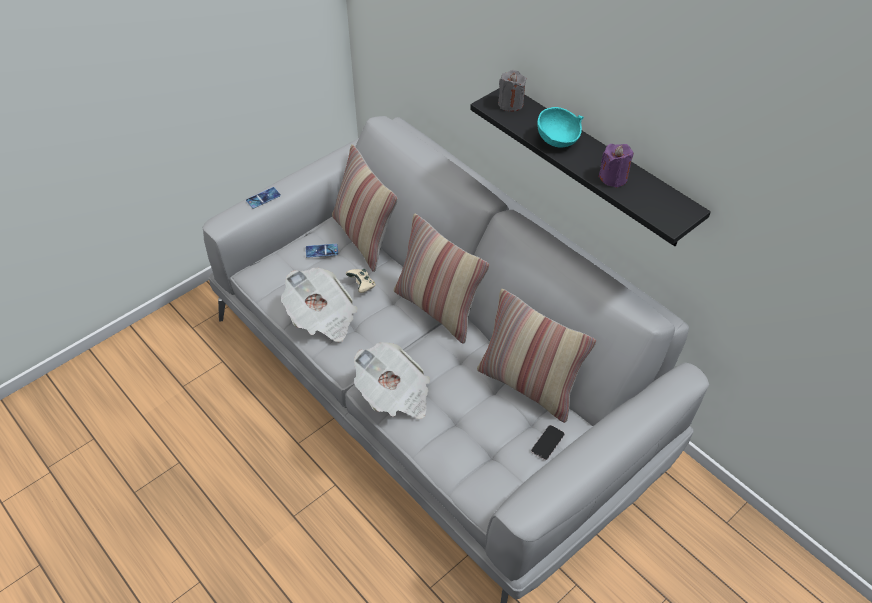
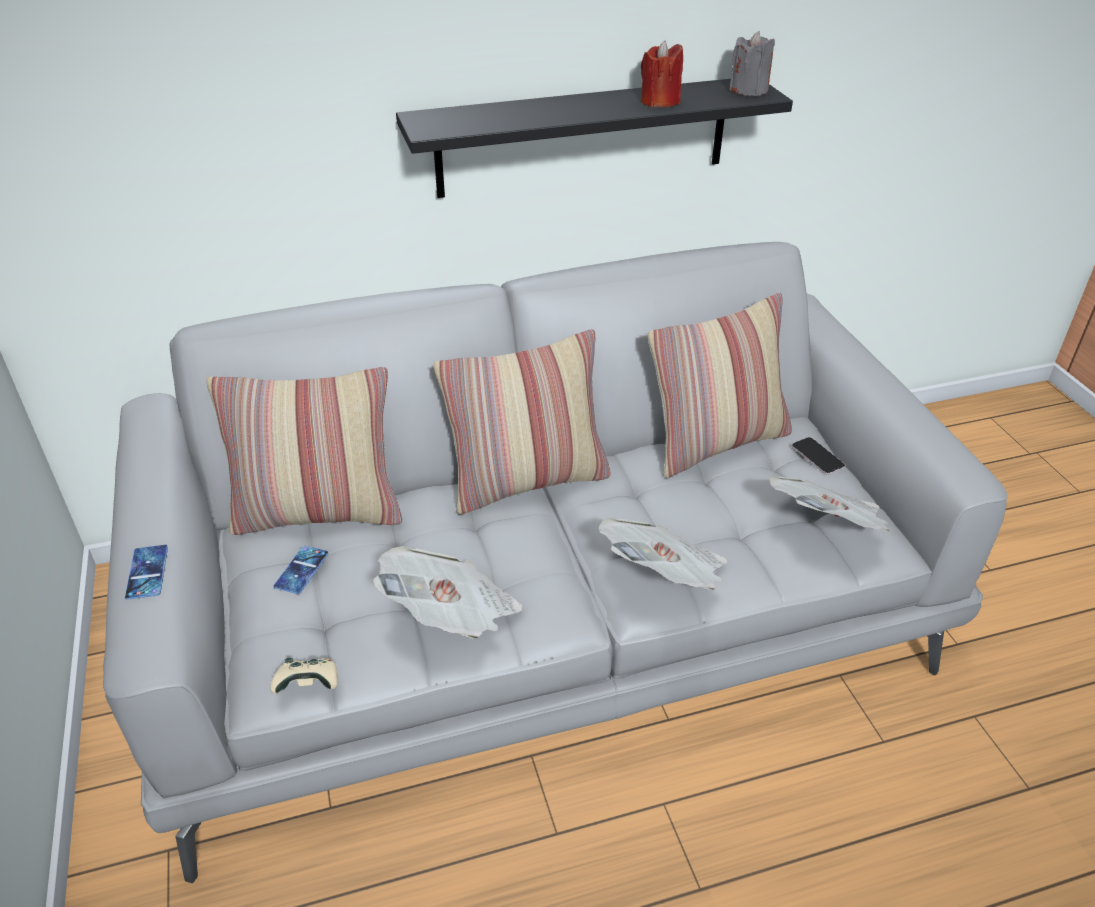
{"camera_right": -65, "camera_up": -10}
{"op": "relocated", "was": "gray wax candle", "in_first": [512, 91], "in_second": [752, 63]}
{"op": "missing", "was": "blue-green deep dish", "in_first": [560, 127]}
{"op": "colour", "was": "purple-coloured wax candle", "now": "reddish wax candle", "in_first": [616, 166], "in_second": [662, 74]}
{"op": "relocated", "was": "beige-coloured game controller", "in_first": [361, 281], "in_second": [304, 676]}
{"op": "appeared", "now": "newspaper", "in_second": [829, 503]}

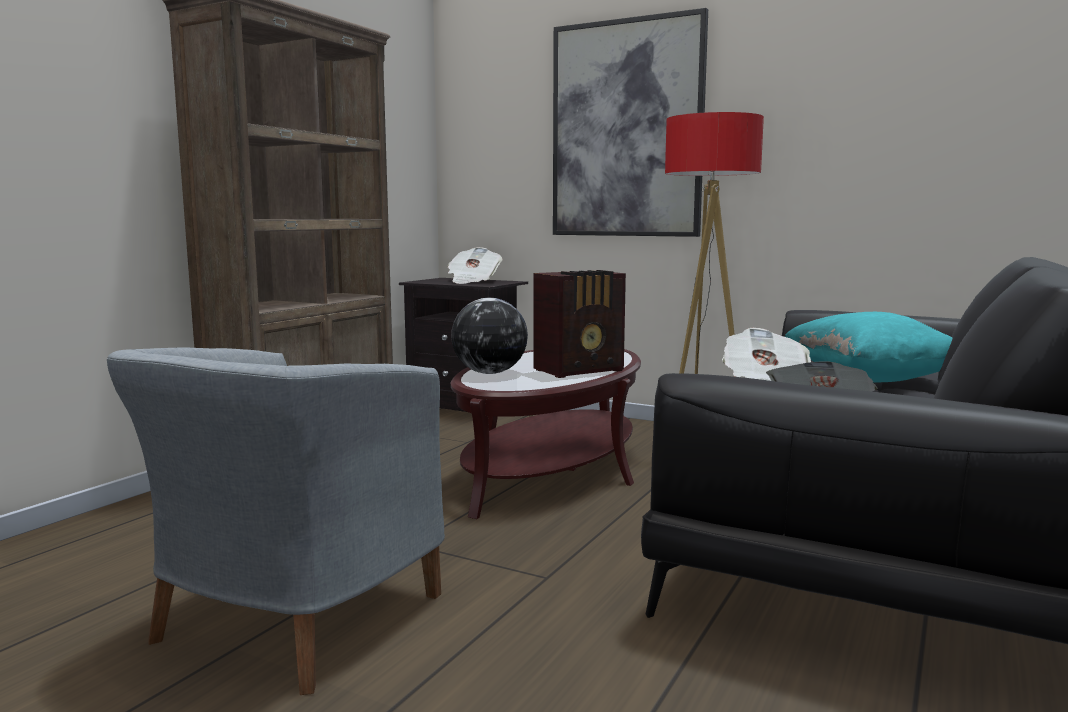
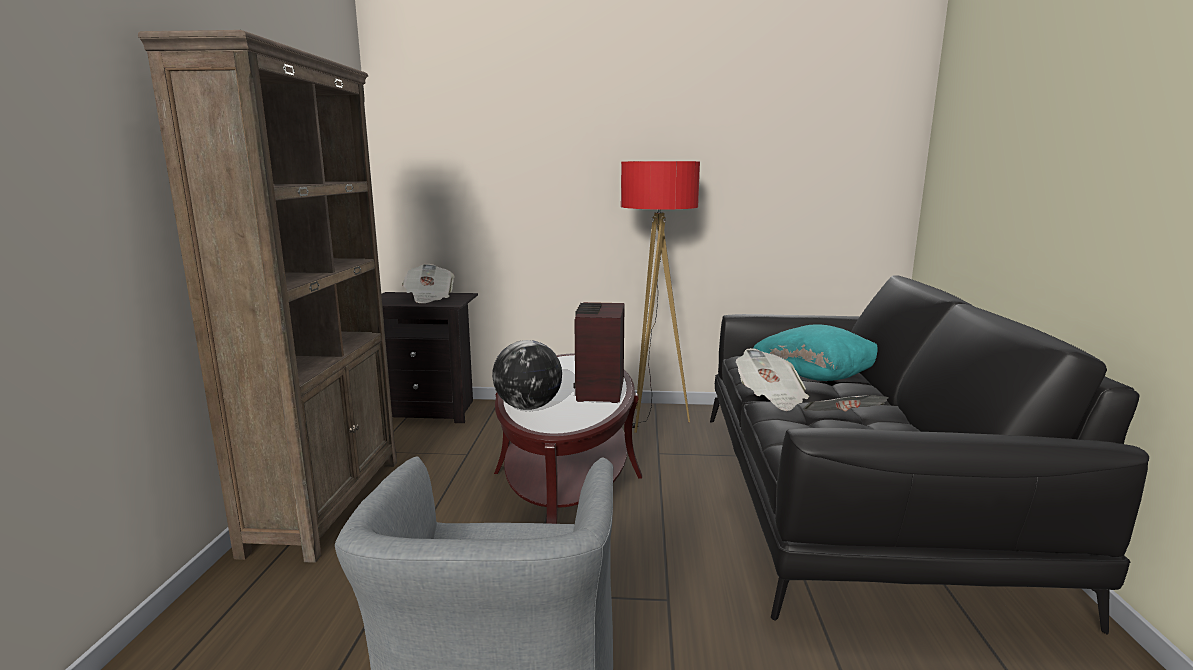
{"camera_right": -25, "camera_up": 5}
{"op": "missing", "was": "wall picture", "in_first": [630, 122]}
{"op": "spun", "was": "radio set", "in_first": [580, 324], "in_second": [599, 352], "clockwise": 150}

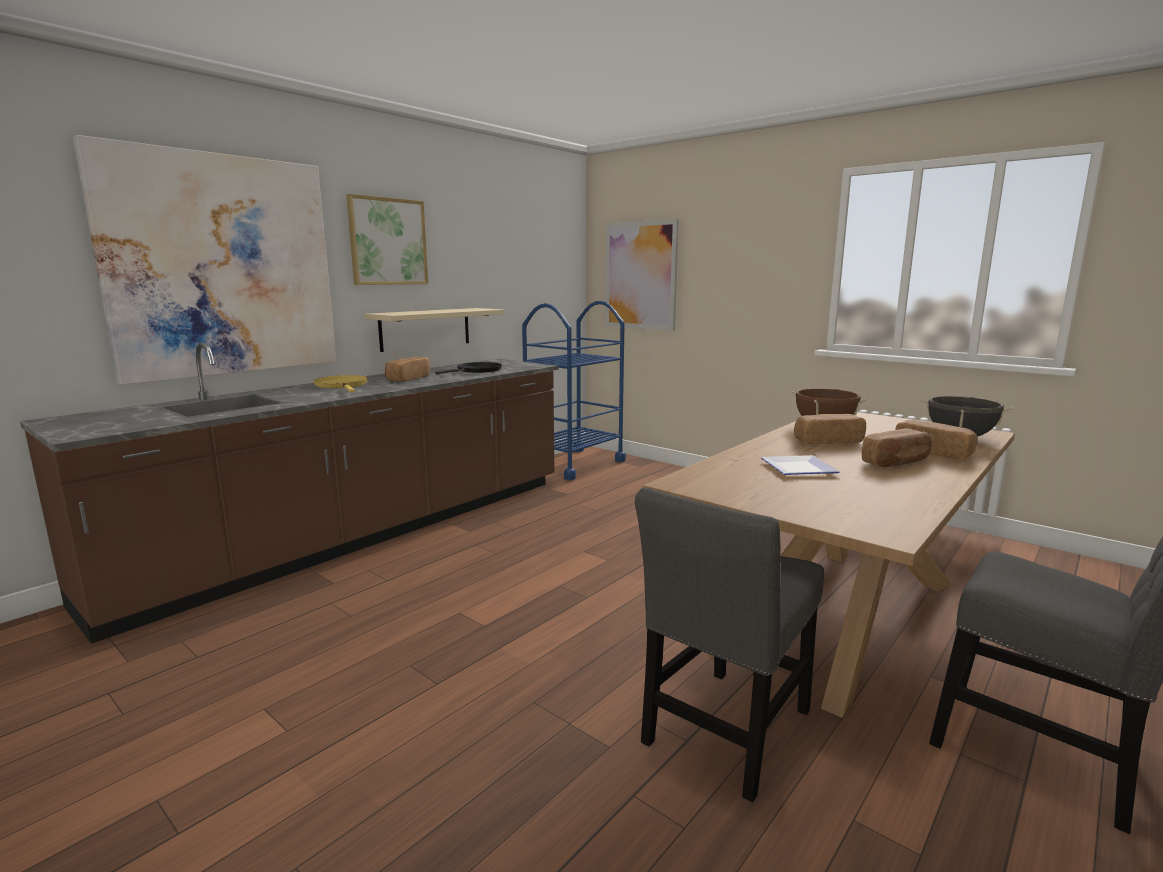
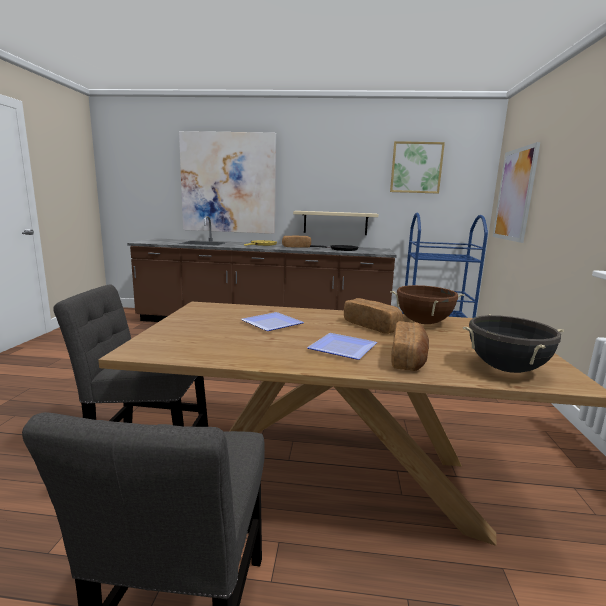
{"camera_right": 55, "camera_up": 0}
{"op": "relocated", "was": "wall picture", "in_first": [387, 239], "in_second": [417, 167]}
{"op": "exchanged", "was": "bread", "now": "dinner plate", "in_first": [897, 447], "in_second": [342, 346]}

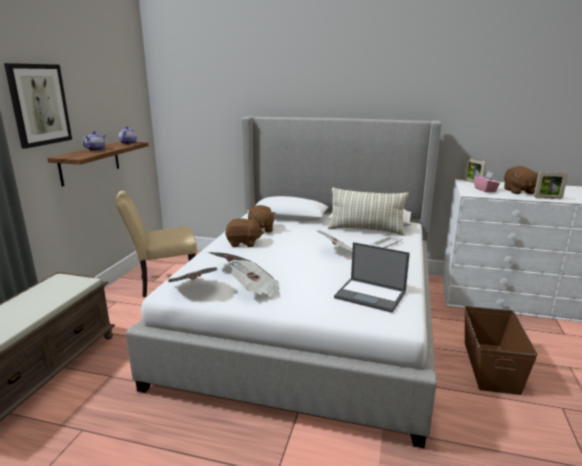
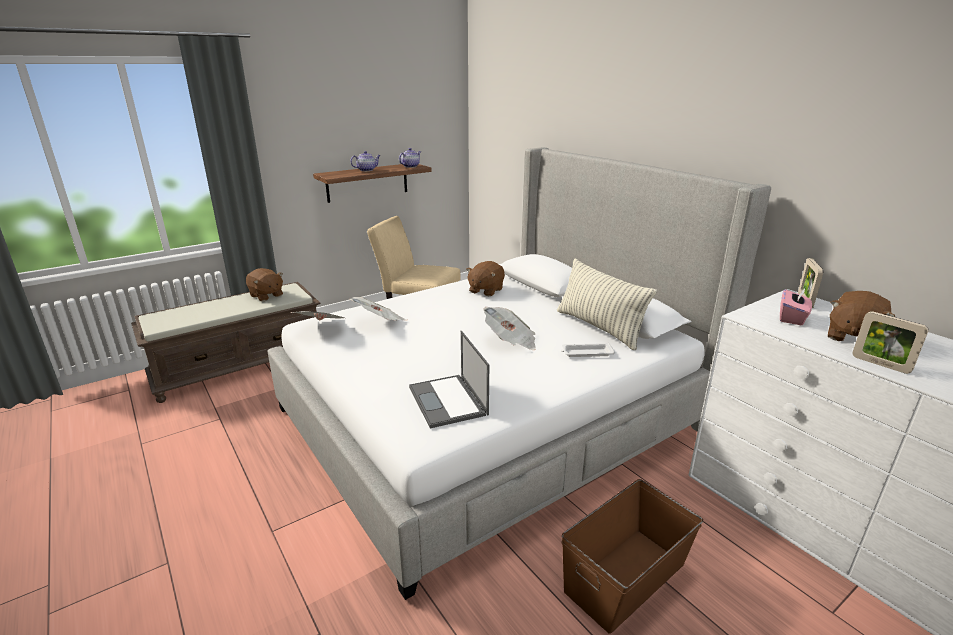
{"camera_right": 40, "camera_up": 5}
{"op": "missing", "was": "wall picture", "in_first": [38, 106]}
{"op": "relocated", "was": "brown-coloured soft toy", "in_first": [244, 232], "in_second": [264, 284]}
{"op": "missing", "was": "newspaper", "in_first": [255, 279]}

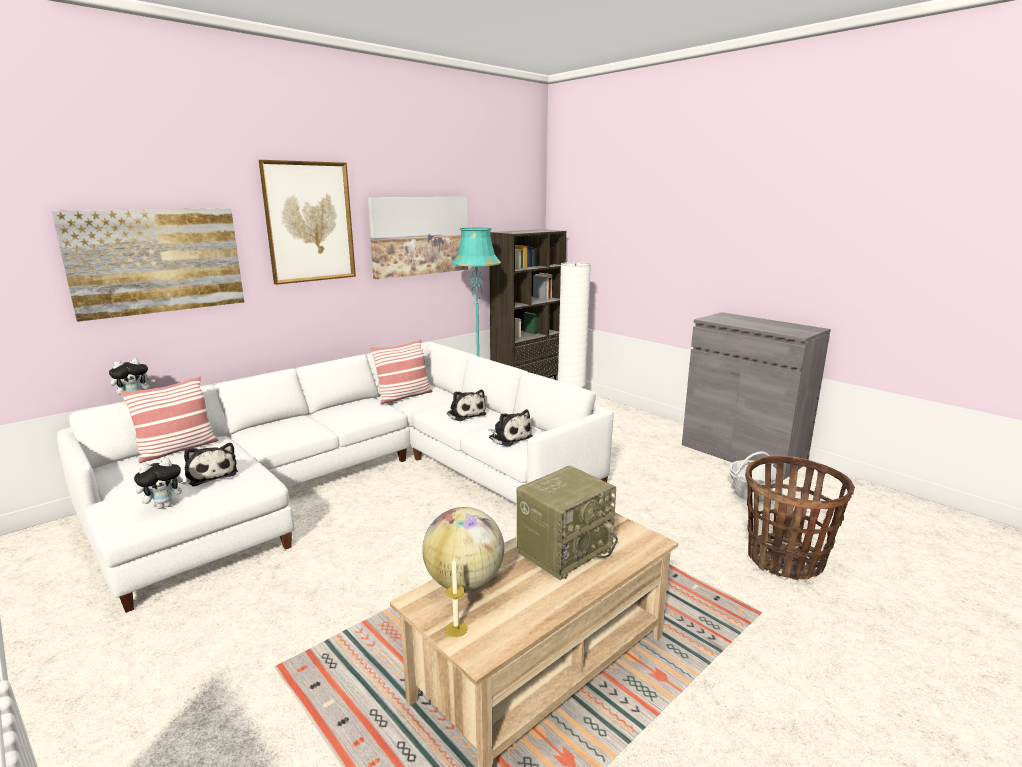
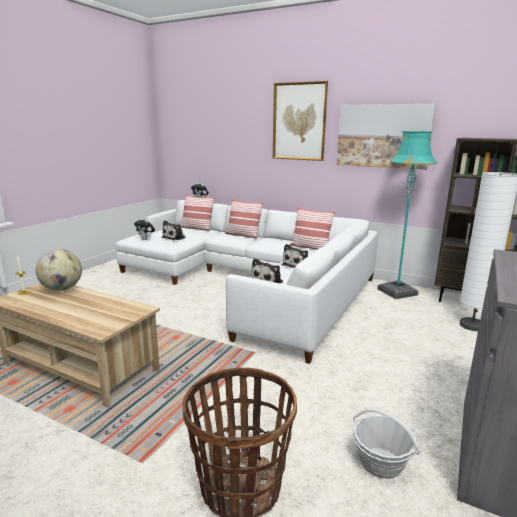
{"camera_right": 70, "camera_up": 0}
{"op": "missing", "was": "wall picture", "in_first": [147, 265]}
{"op": "missing", "was": "radio set", "in_first": [567, 522]}
{"op": "appeared", "now": "cushion", "in_second": [244, 219]}

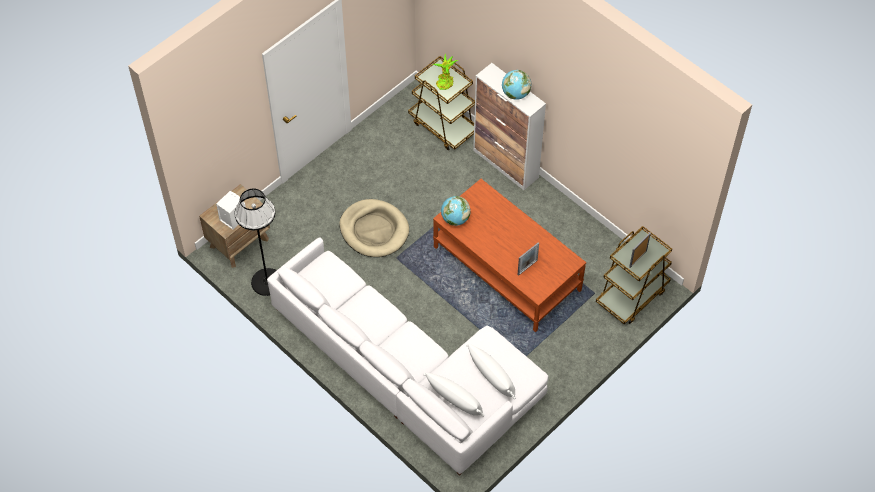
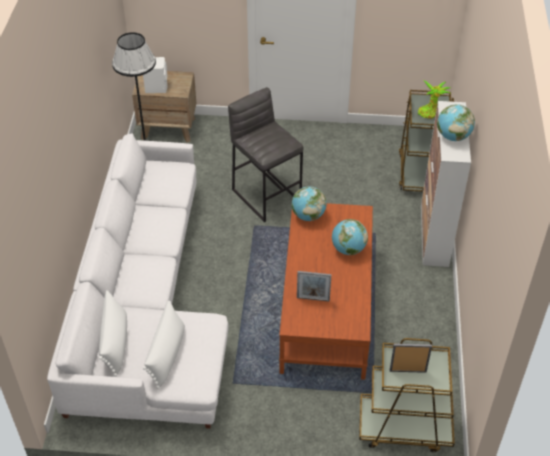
{"camera_right": 50, "camera_up": -10}
{"op": "exchanged", "was": "beige-coloured dog cushion", "now": "gray stool", "in_first": [374, 228], "in_second": [266, 154]}
{"op": "appeared", "now": "world globe", "in_second": [350, 237]}

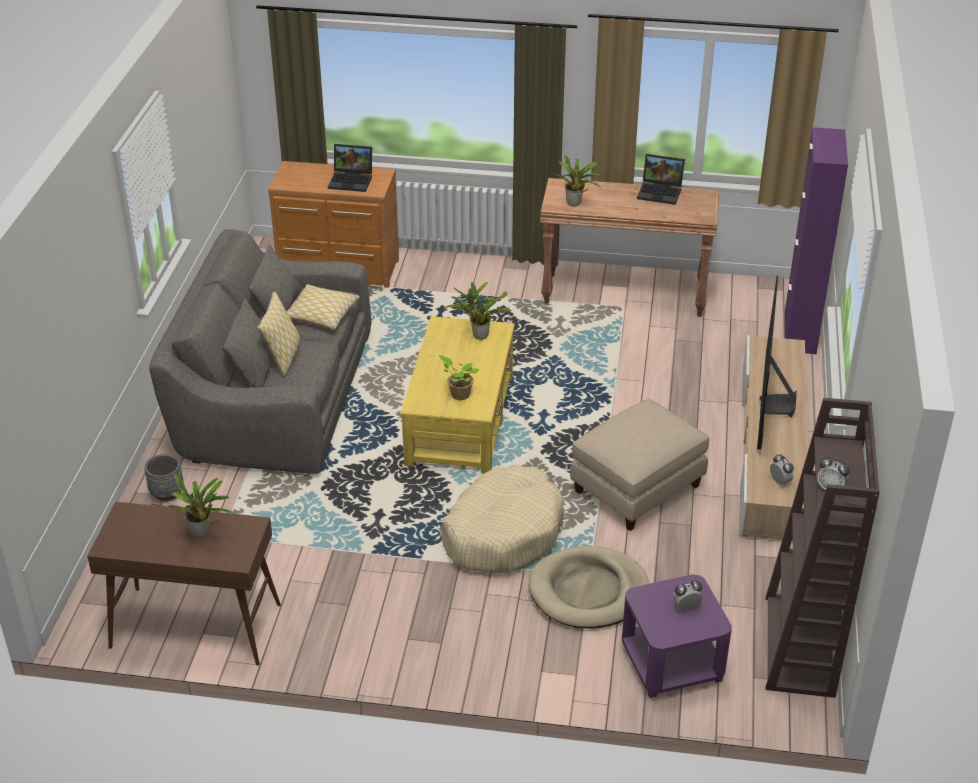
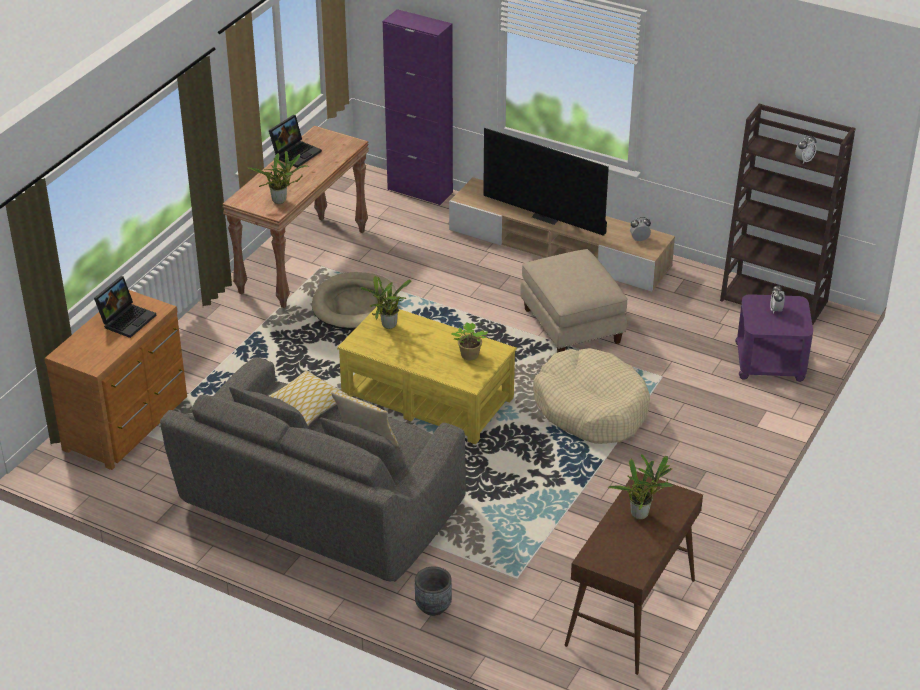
{"camera_right": -70, "camera_up": 0}
{"op": "relocated", "was": "beige-coloured dog cushion", "in_first": [588, 587], "in_second": [355, 301]}

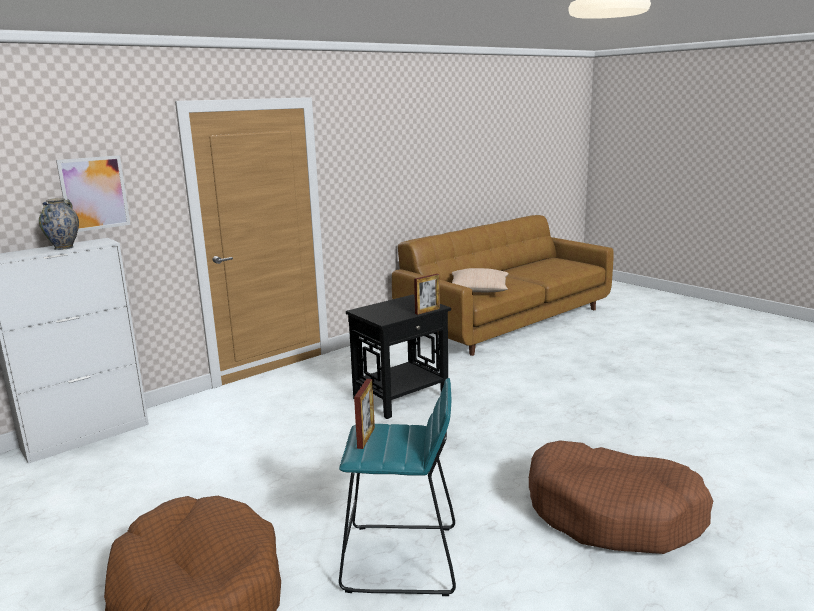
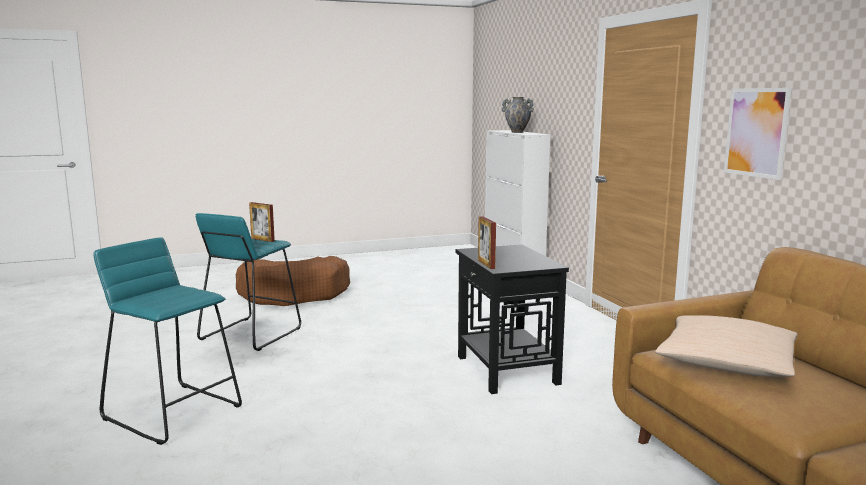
{"camera_right": 110, "camera_up": -5}
{"op": "relocated", "was": "wall picture", "in_first": [93, 193], "in_second": [758, 134]}
{"op": "exchanged", "was": "brown-coloured dog cushion", "now": "blue-green stool", "in_first": [621, 497], "in_second": [168, 341]}

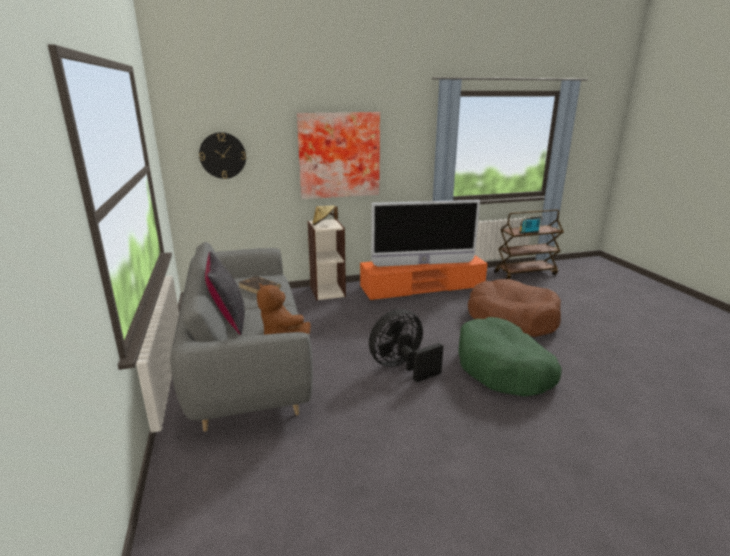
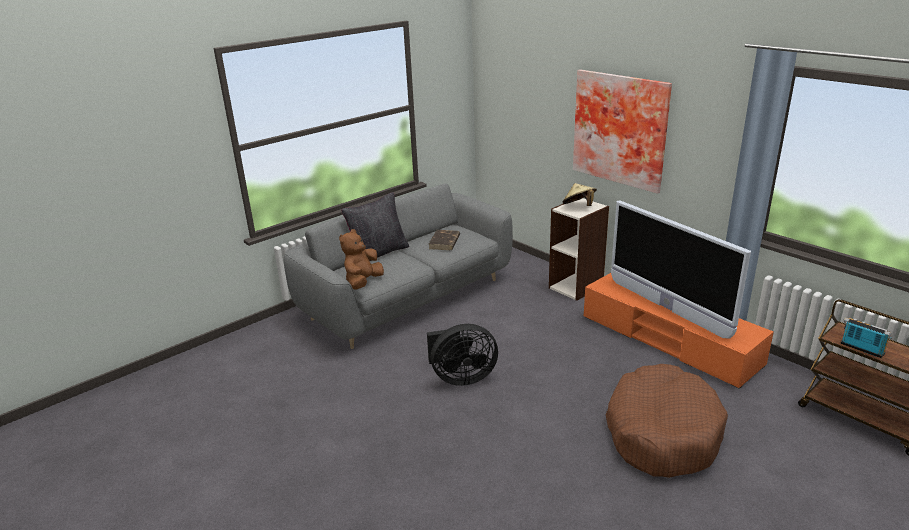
{"camera_right": 65, "camera_up": 5}
{"op": "missing", "was": "hanging clock", "in_first": [222, 155]}
{"op": "spun", "was": "blackish cooling fan", "in_first": [406, 345], "in_second": [462, 355], "clockwise": 135}
{"op": "missing", "was": "green-coloured dog cushion", "in_first": [510, 357]}

